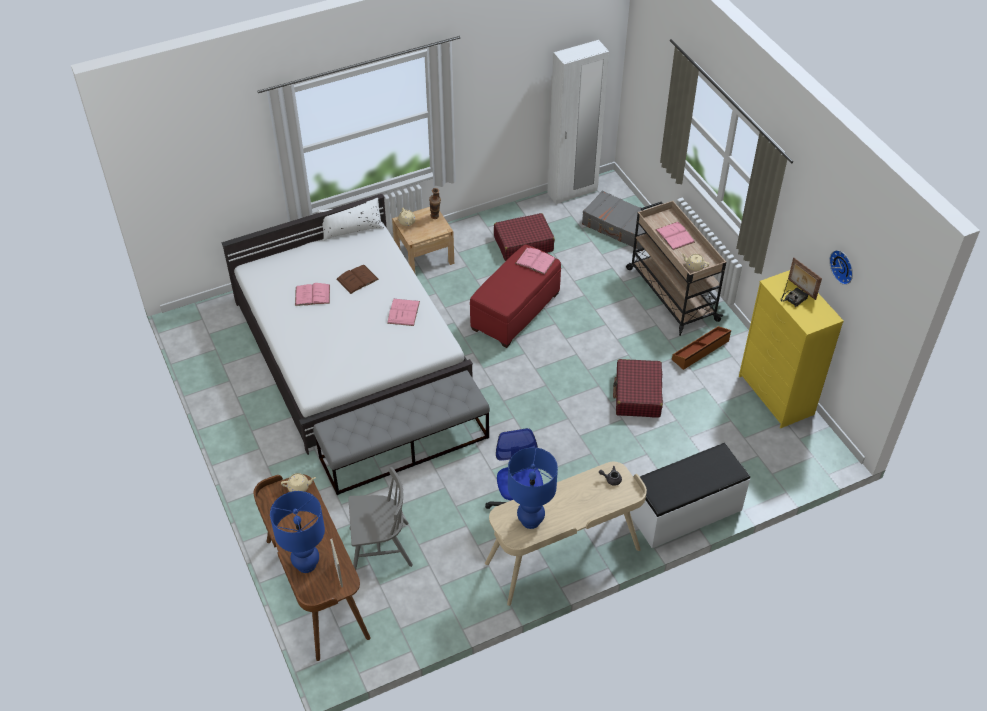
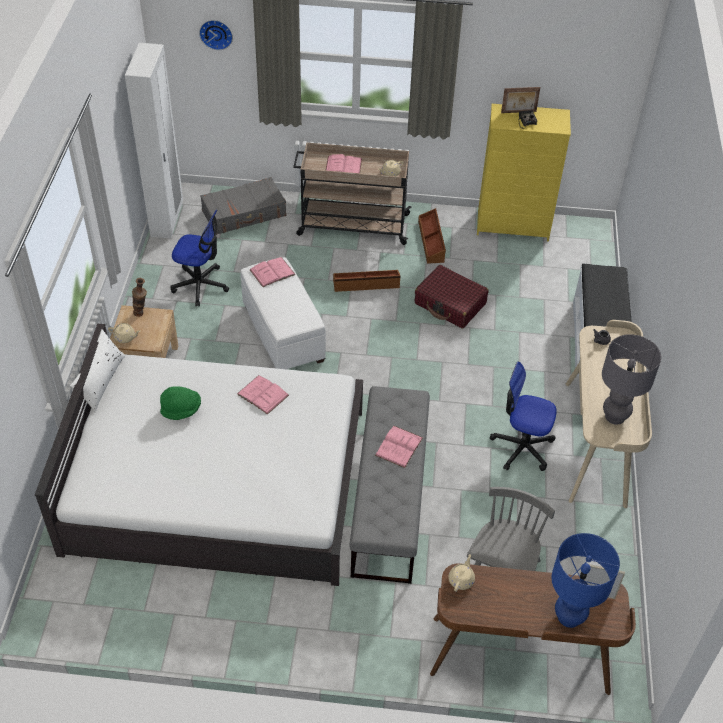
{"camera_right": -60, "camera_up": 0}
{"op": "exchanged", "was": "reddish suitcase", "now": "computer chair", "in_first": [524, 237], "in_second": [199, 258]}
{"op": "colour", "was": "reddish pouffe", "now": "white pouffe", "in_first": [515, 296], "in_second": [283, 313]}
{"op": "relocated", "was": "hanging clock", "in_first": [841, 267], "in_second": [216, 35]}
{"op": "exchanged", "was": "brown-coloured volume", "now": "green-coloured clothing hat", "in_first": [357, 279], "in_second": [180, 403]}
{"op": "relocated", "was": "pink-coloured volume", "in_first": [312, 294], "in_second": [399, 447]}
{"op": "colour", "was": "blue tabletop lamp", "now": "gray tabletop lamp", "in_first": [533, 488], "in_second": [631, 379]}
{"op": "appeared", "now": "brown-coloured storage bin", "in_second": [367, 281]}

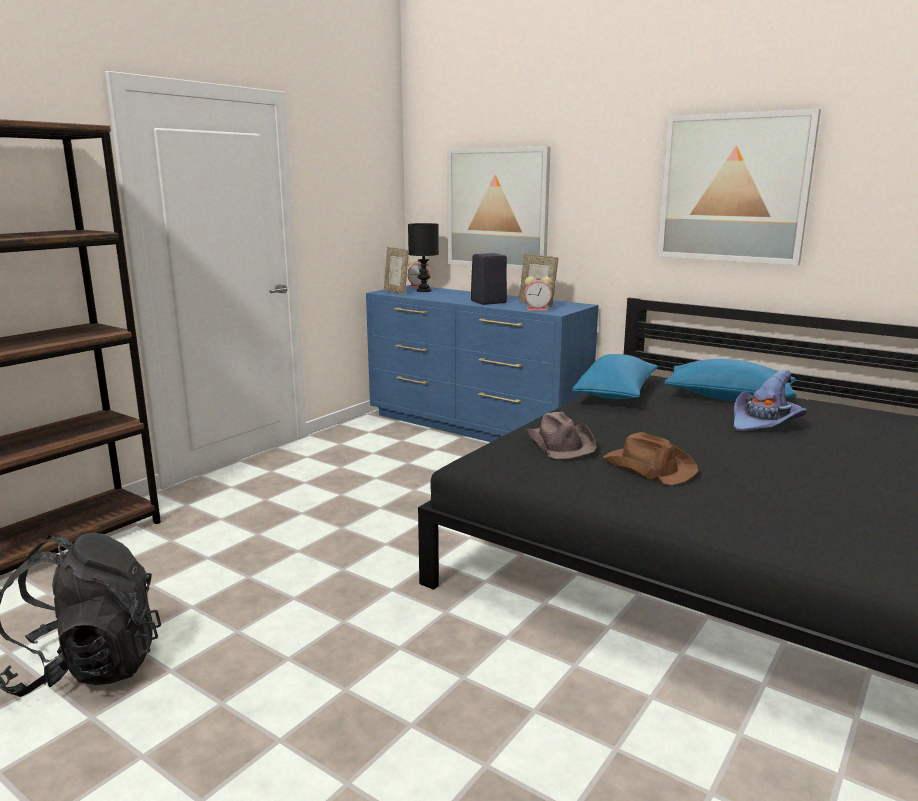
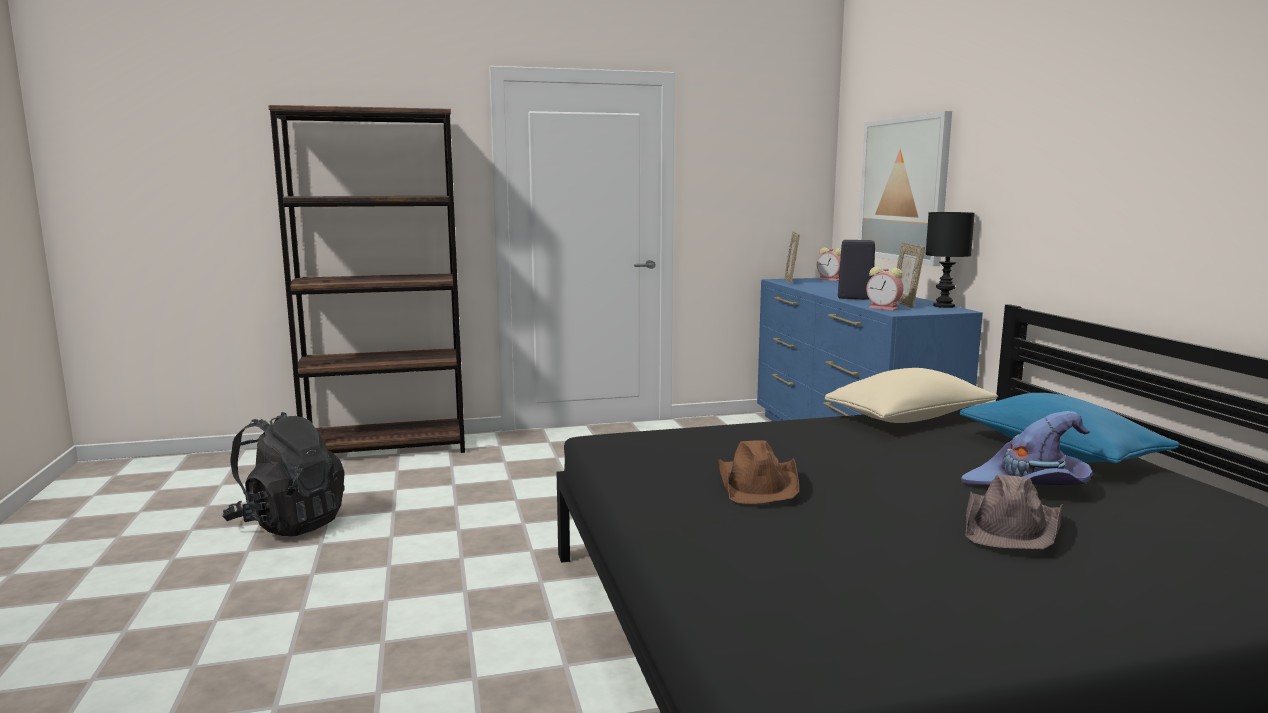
{"camera_right": 40, "camera_up": -5}
{"op": "missing", "was": "wall picture", "in_first": [739, 187]}
{"op": "relocated", "was": "blackish tabletop lamp", "in_first": [423, 257], "in_second": [950, 260]}
{"op": "colour", "was": "blue cushion", "now": "beige-coloured cushion", "in_first": [615, 376], "in_second": [911, 395]}
{"op": "relocated", "was": "brown-coloured clothing hat", "in_first": [561, 435], "in_second": [1015, 512]}

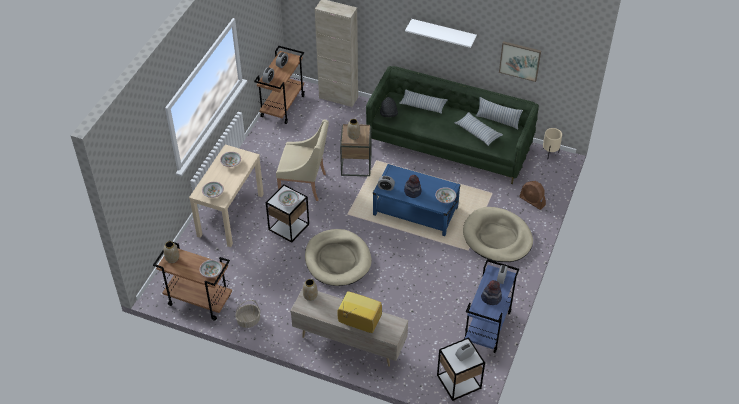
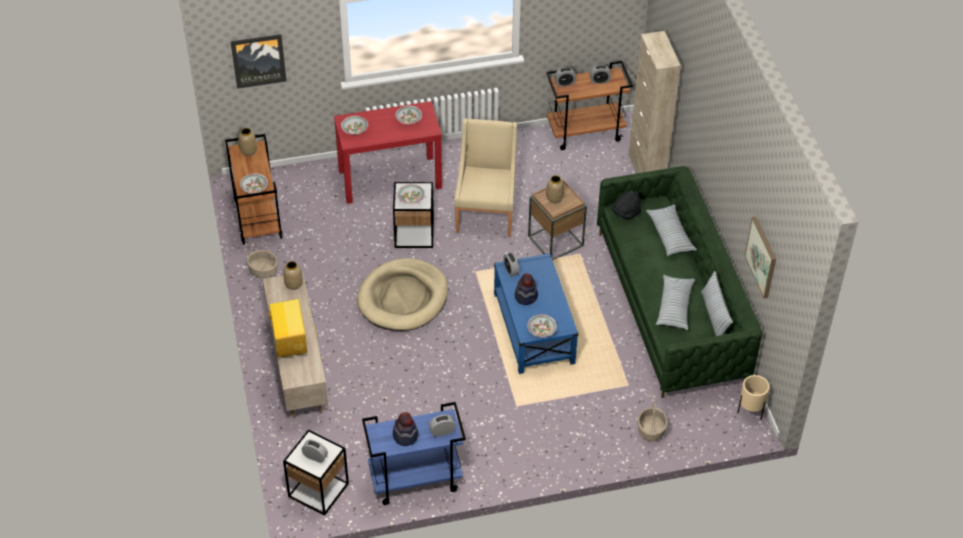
{"camera_right": 55, "camera_up": 0}
{"op": "missing", "was": "white shelf", "in_first": [441, 33]}
{"op": "spun", "was": "beige-coloured armchair", "in_first": [302, 160], "in_second": [485, 177], "clockwise": -150}
{"op": "colour", "was": "beige-coloured console table", "now": "reddish console table", "in_first": [226, 196], "in_second": [388, 152]}
{"op": "exchanged", "was": "brown-coloured cooling fan", "now": "basket", "in_first": [532, 195], "in_second": [653, 420]}
{"op": "missing", "was": "beige-coloured dog cushion", "in_first": [498, 234]}
{"op": "appeared", "now": "wall picture", "in_second": [258, 61]}

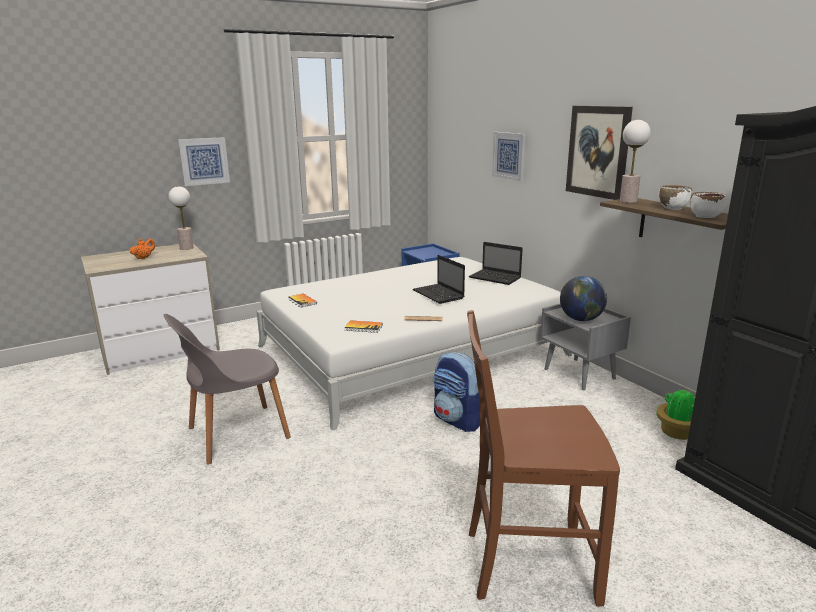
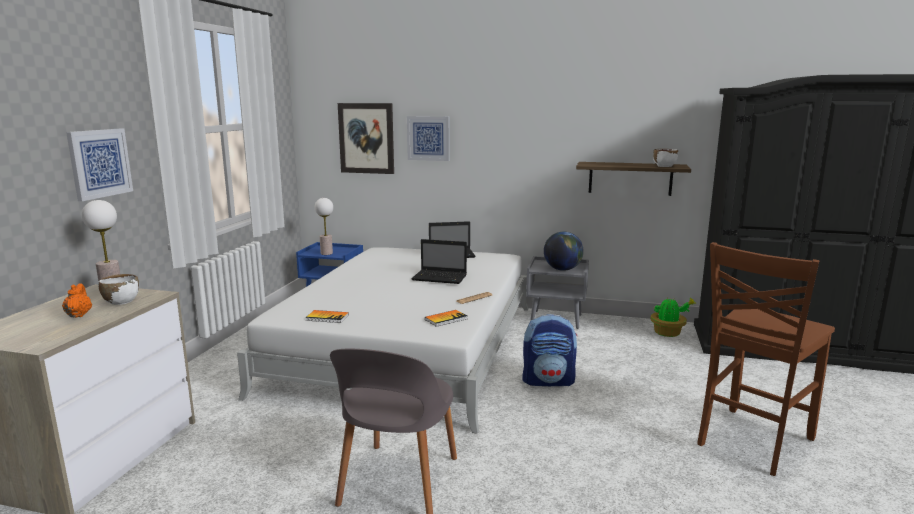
{"camera_right": -45, "camera_up": -5}
{"op": "relocated", "was": "wall picture", "in_first": [599, 153], "in_second": [366, 138]}
{"op": "relocated", "was": "tabletop lamp", "in_first": [635, 161], "in_second": [324, 226]}
{"op": "relocated", "was": "white deep dish", "in_first": [675, 197], "in_second": [118, 289]}

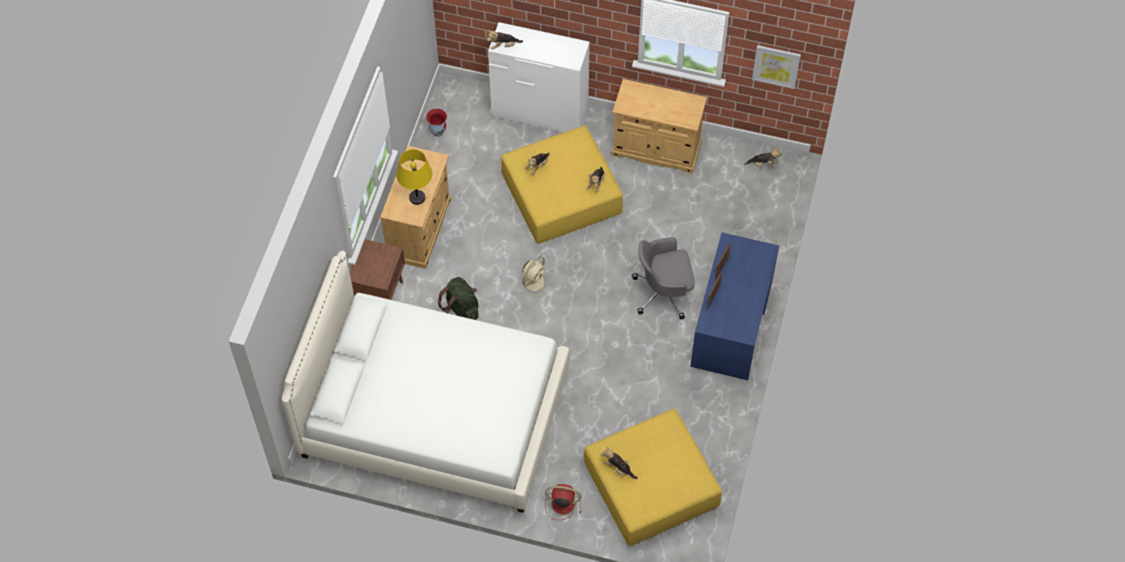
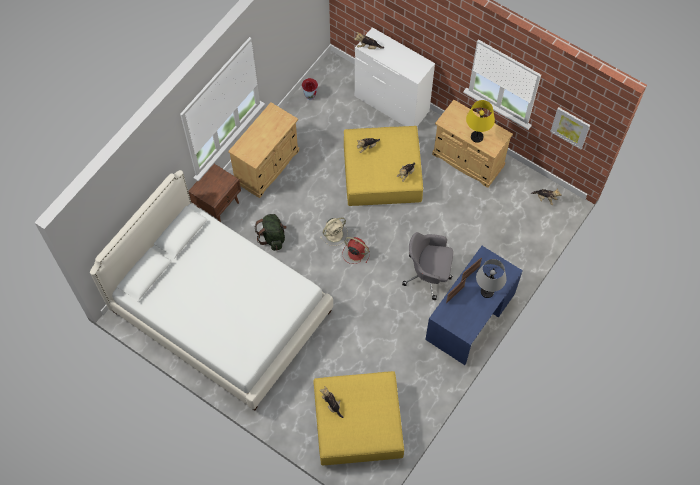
{"camera_right": 20, "camera_up": 5}
{"op": "relocated", "was": "yellow-coloured tabletop lamp", "in_first": [414, 177], "in_second": [480, 121]}
{"op": "relocated", "was": "reddish cooling fan", "in_first": [563, 502], "in_second": [356, 250]}
{"op": "appeared", "now": "gray tabletop lamp", "in_second": [491, 278]}

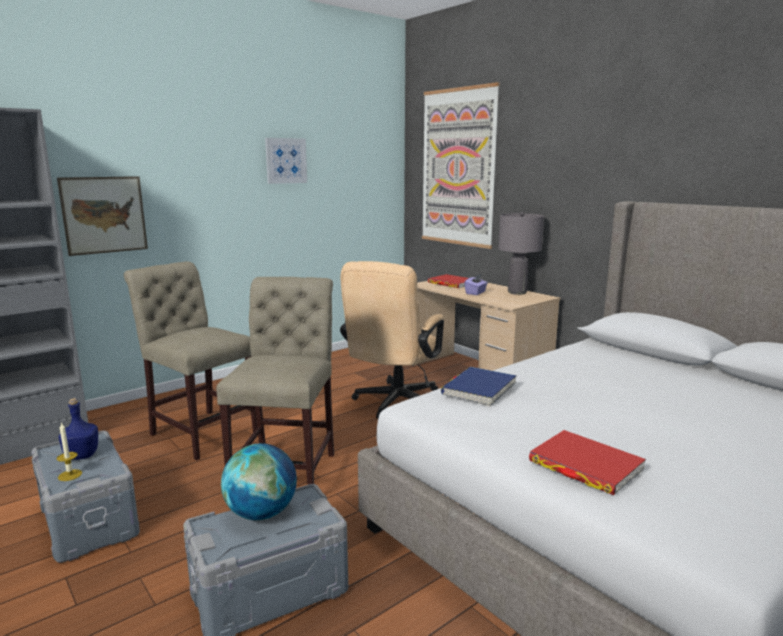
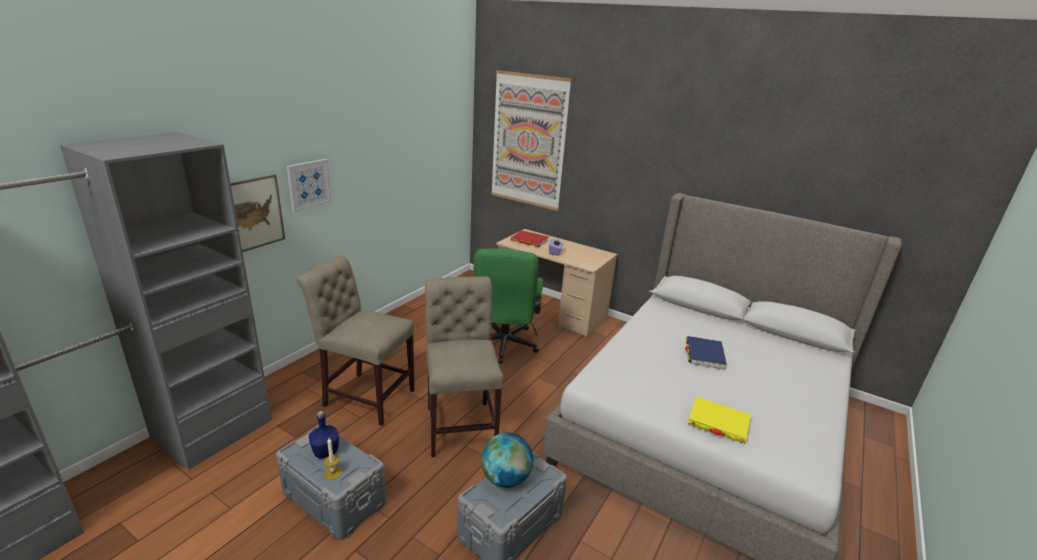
{"camera_right": -20, "camera_up": 10}
{"op": "relocated", "was": "wall picture", "in_first": [286, 161], "in_second": [309, 185]}
{"op": "missing", "was": "gray tabletop lamp", "in_first": [521, 253]}
{"op": "colour", "was": "beige-coloured computer chair", "now": "green-coloured computer chair", "in_first": [392, 340], "in_second": [508, 306]}
{"op": "relocated", "was": "blue volume", "in_first": [479, 387], "in_second": [706, 353]}
{"op": "colour", "was": "reddish volume", "now": "yellow-coloured volume", "in_first": [587, 462], "in_second": [719, 420]}

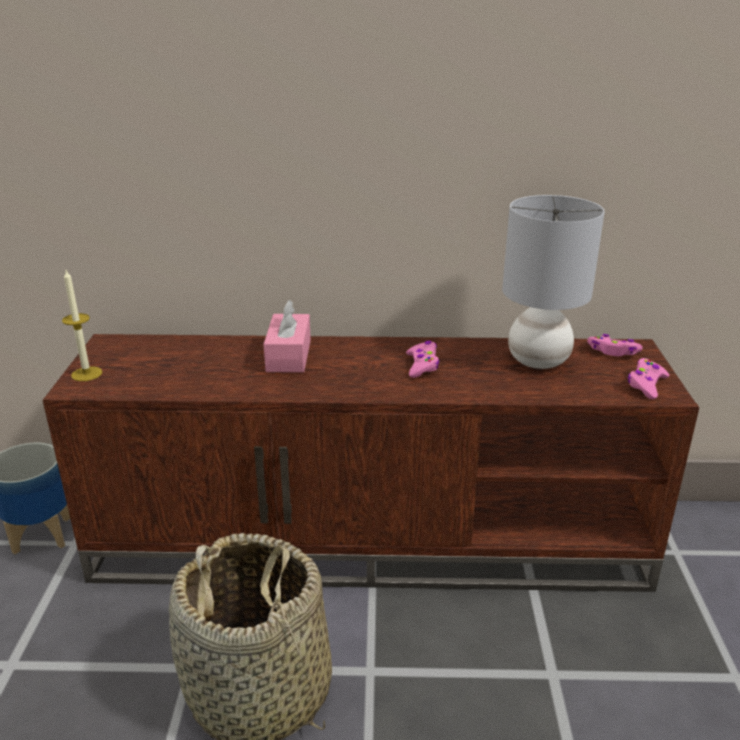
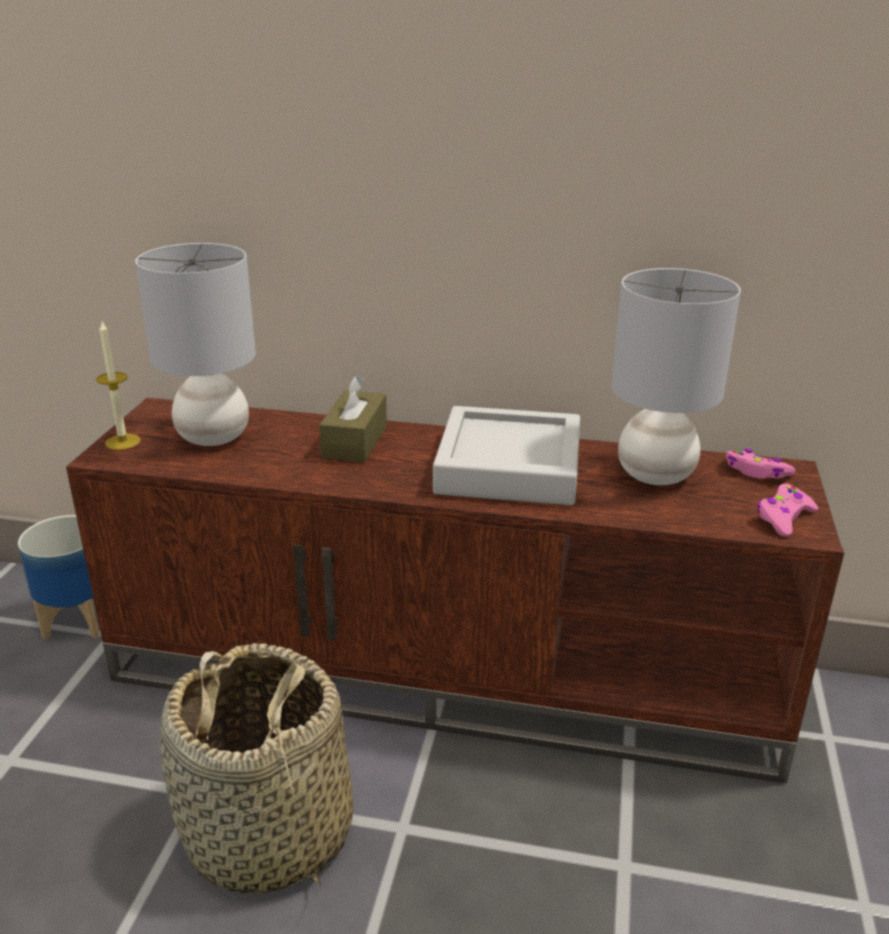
{"camera_right": 10, "camera_up": 0}
{"op": "colour", "was": "pink-coloured box of tissues", "now": "brown-coloured box of tissues", "in_first": [287, 336], "in_second": [353, 419]}
{"op": "exchanged", "was": "pink-coloured game controller", "now": "gray tray", "in_first": [422, 359], "in_second": [506, 455]}
{"op": "appeared", "now": "gray tabletop lamp", "in_second": [195, 344]}

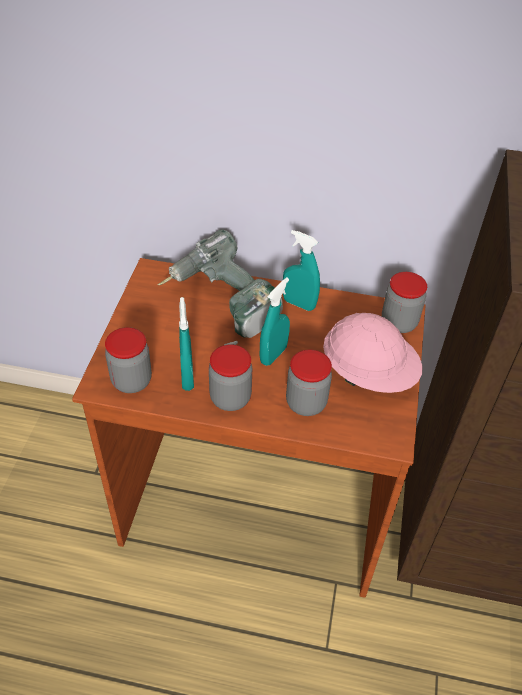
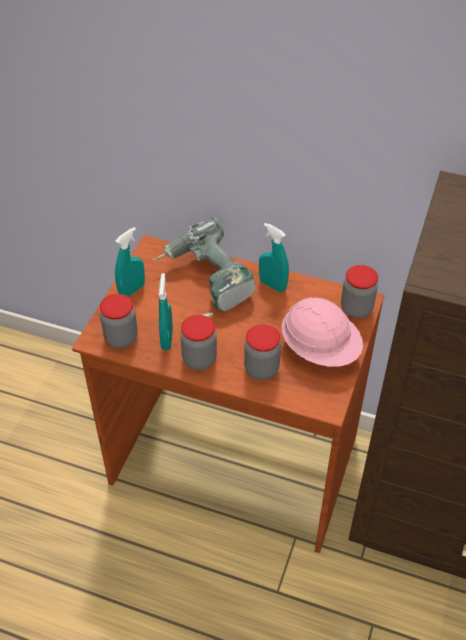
{"camera_right": 10, "camera_up": 0}
{"op": "relocated", "was": "blue-green spray bottle", "in_first": [275, 321], "in_second": [130, 262]}

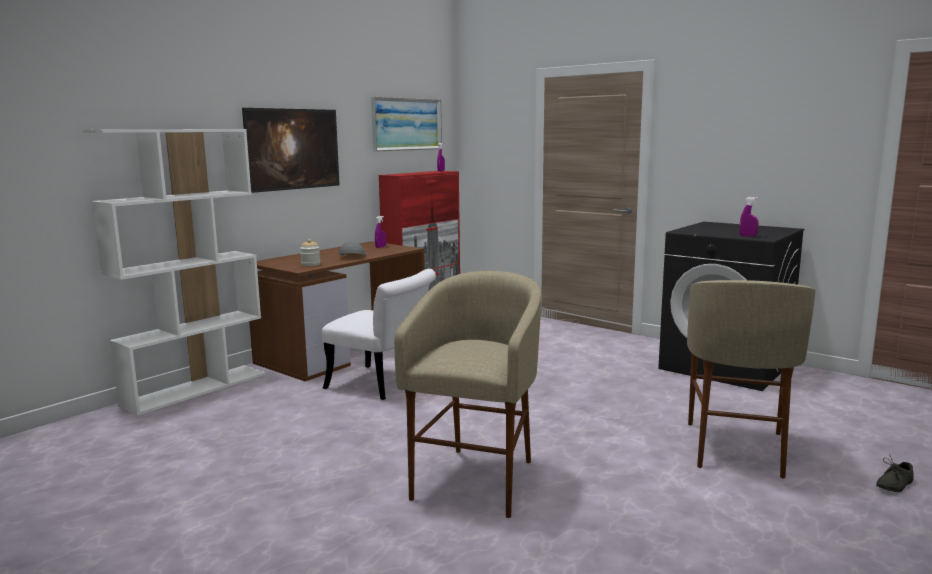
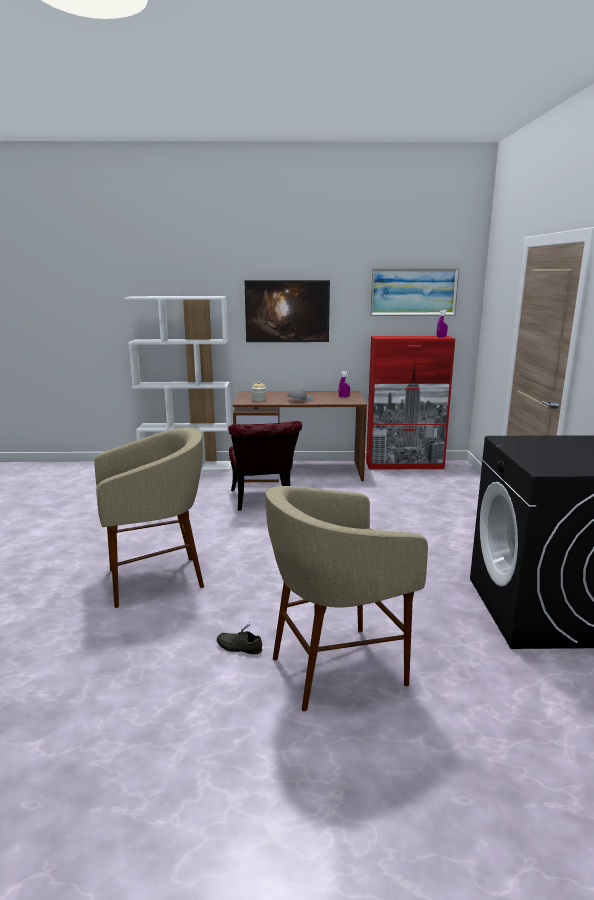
{"camera_right": 50, "camera_up": 5}
{"op": "missing", "was": "purple-coloured spray bottle", "in_first": [748, 216]}
{"op": "colour", "was": "white chair", "now": "reddish chair", "in_first": [379, 334], "in_second": [265, 466]}
{"op": "relocated", "was": "gray item of footwear", "in_first": [895, 473], "in_second": [239, 638]}

